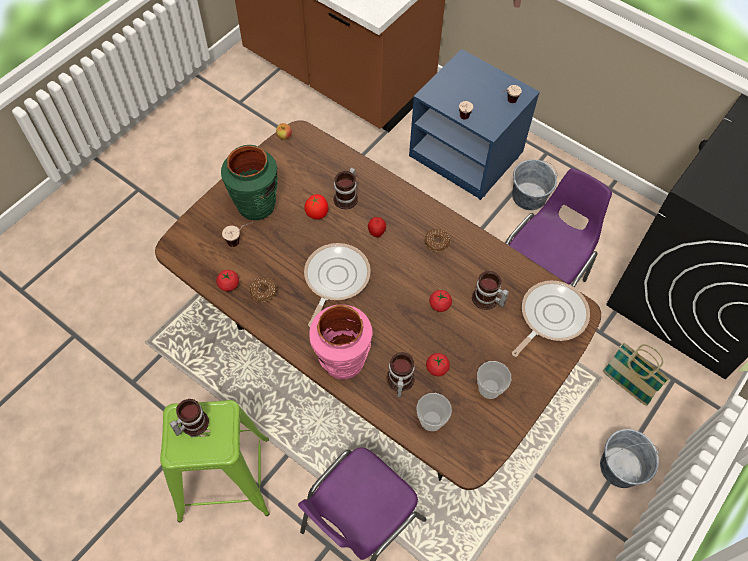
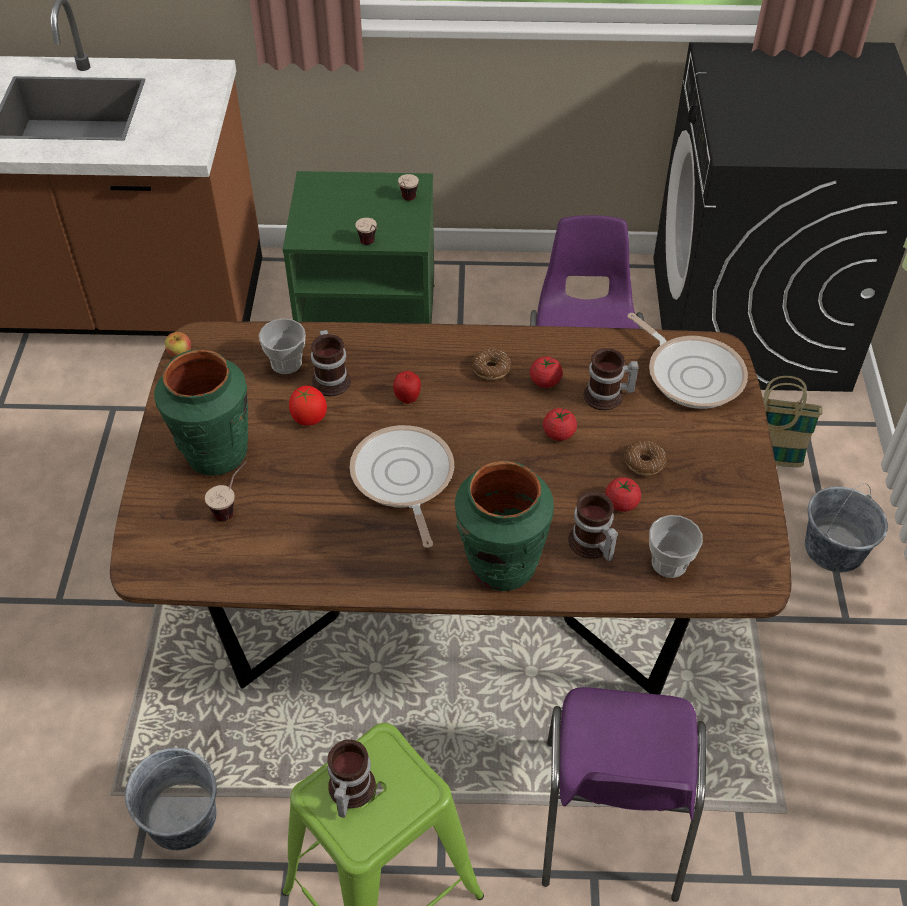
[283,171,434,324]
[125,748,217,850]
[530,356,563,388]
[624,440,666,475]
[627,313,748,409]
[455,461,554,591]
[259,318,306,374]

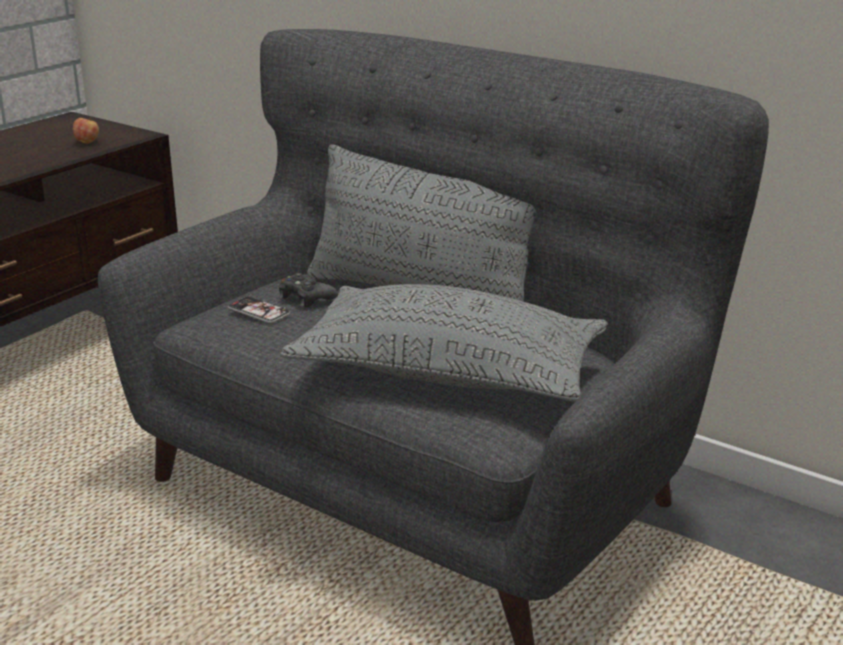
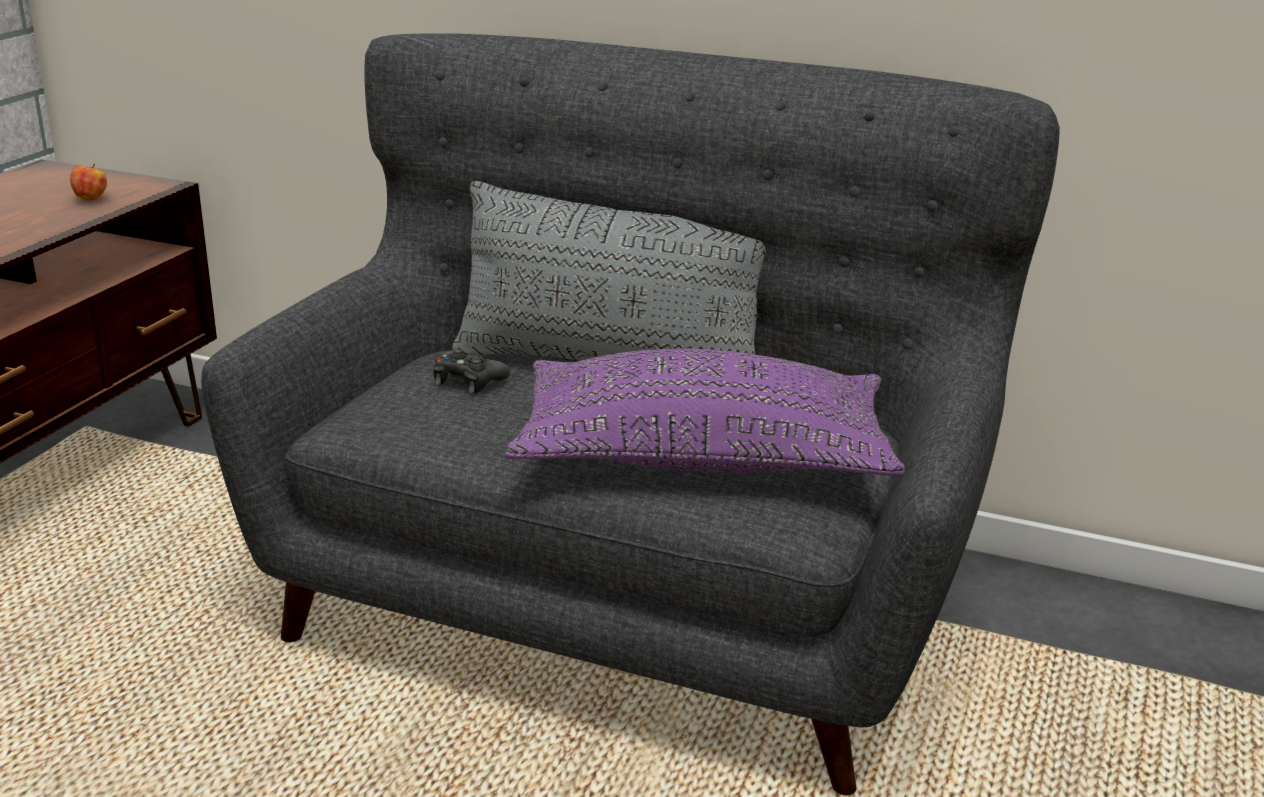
[505,349,905,477]
[228,296,290,323] (first image)

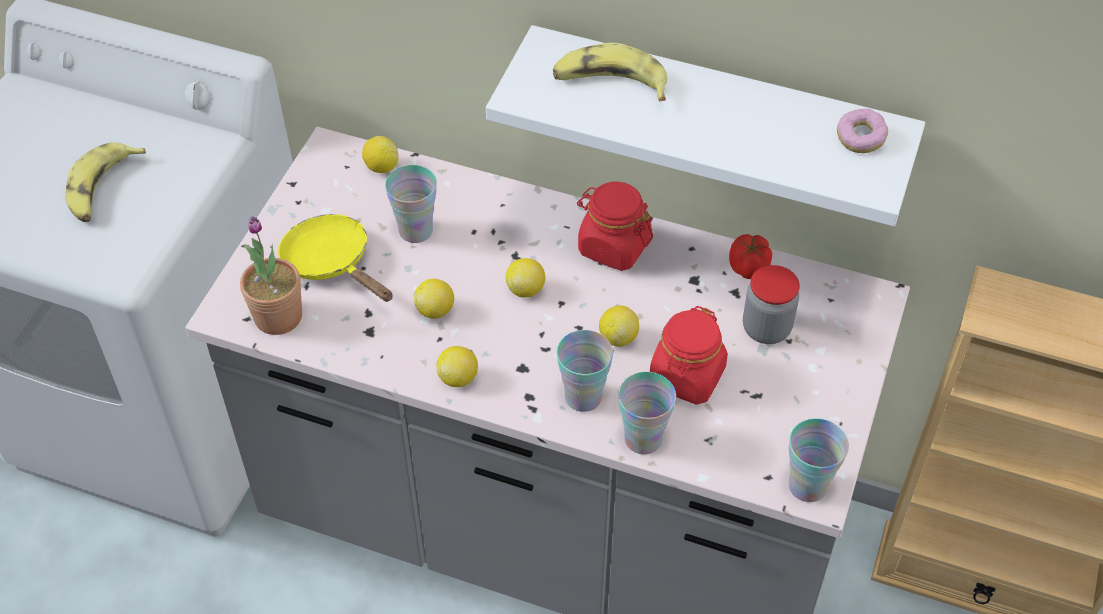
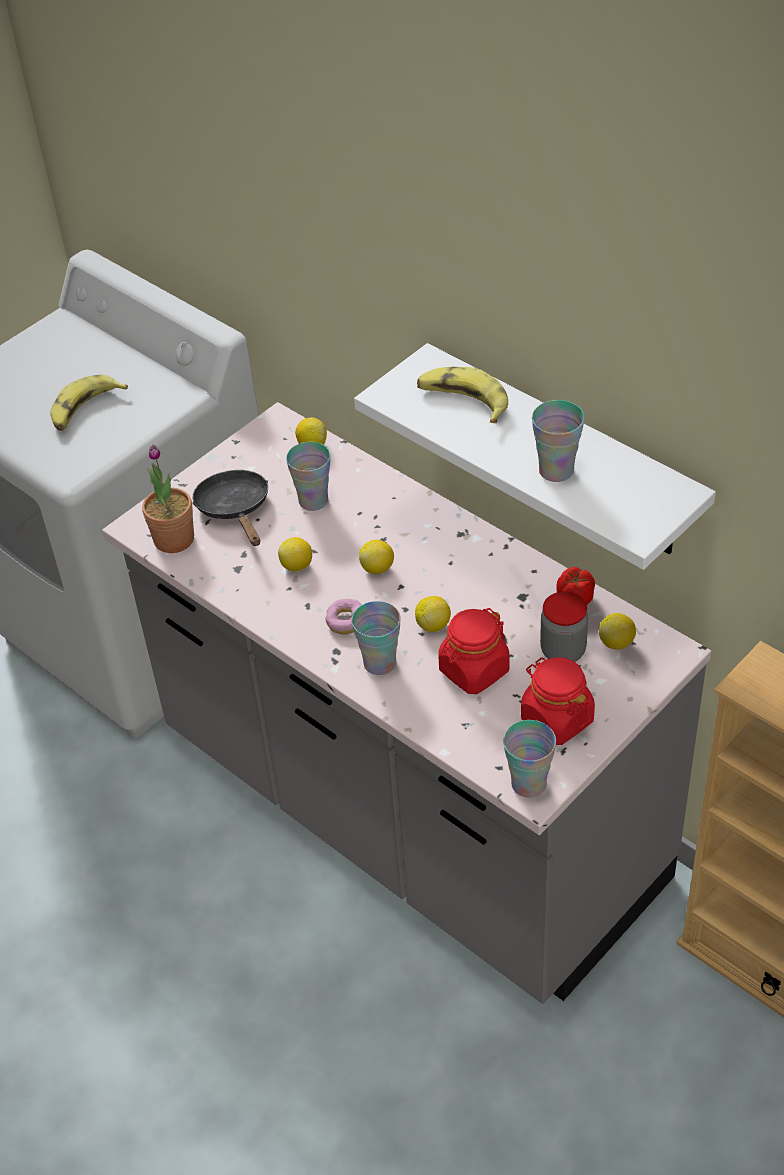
[325,599,361,634]
[521,657,595,745]
[192,470,268,546]
[599,613,636,650]
[532,400,584,482]

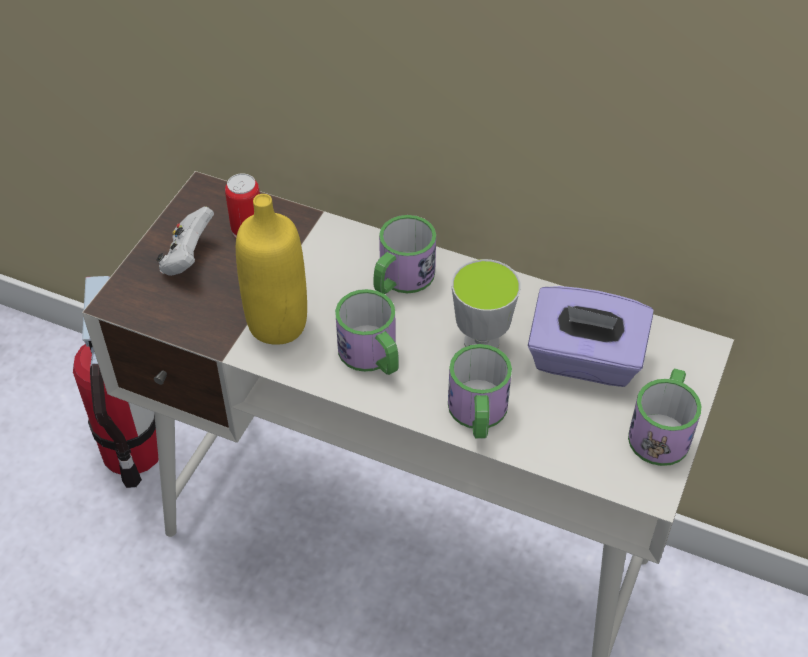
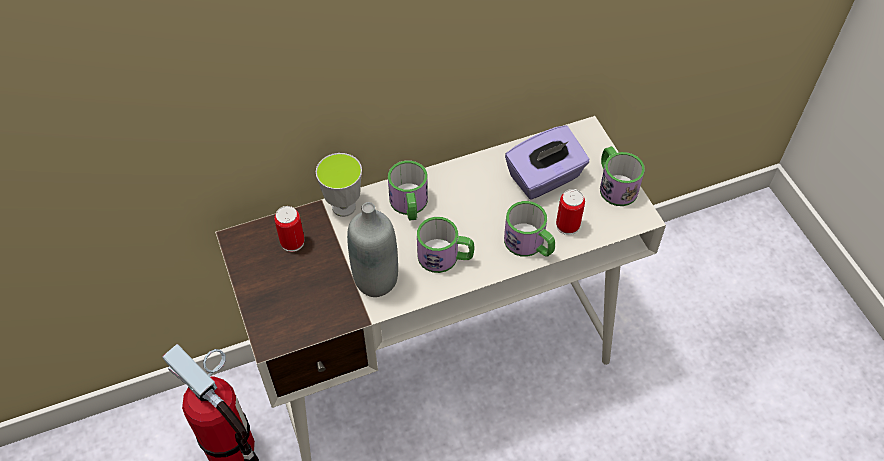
[347,202,398,297]
[156,206,214,276] (first image)
[316,153,362,217]
[556,189,585,235]

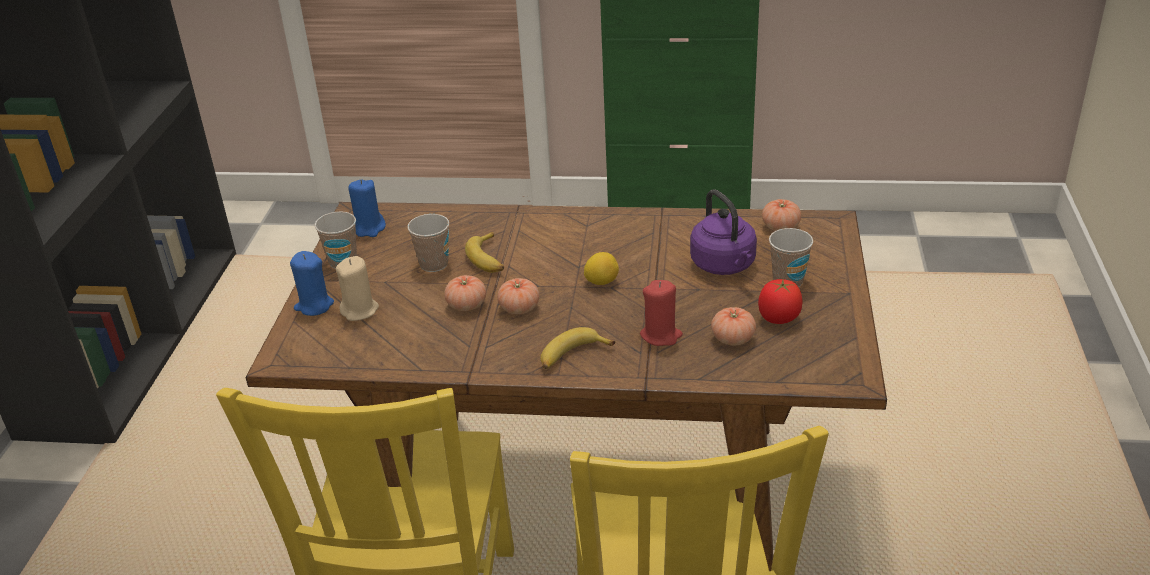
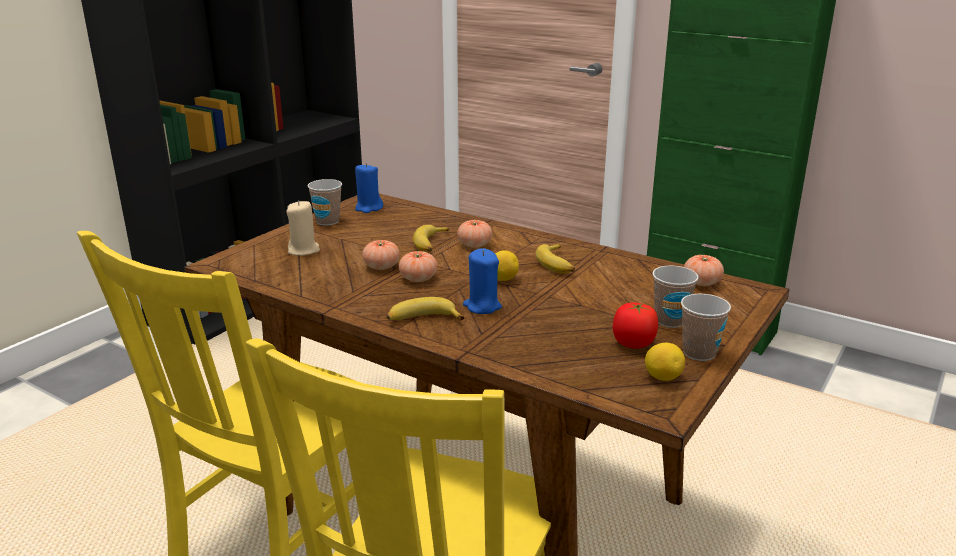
[690,189,757,275] (first image)
[681,294,731,361]
[463,248,502,314]
[640,280,683,346] (first image)
[457,220,492,248]
[535,244,575,273]
[645,343,685,381]

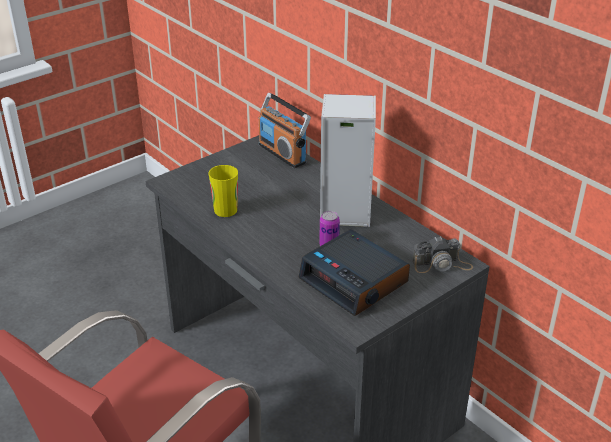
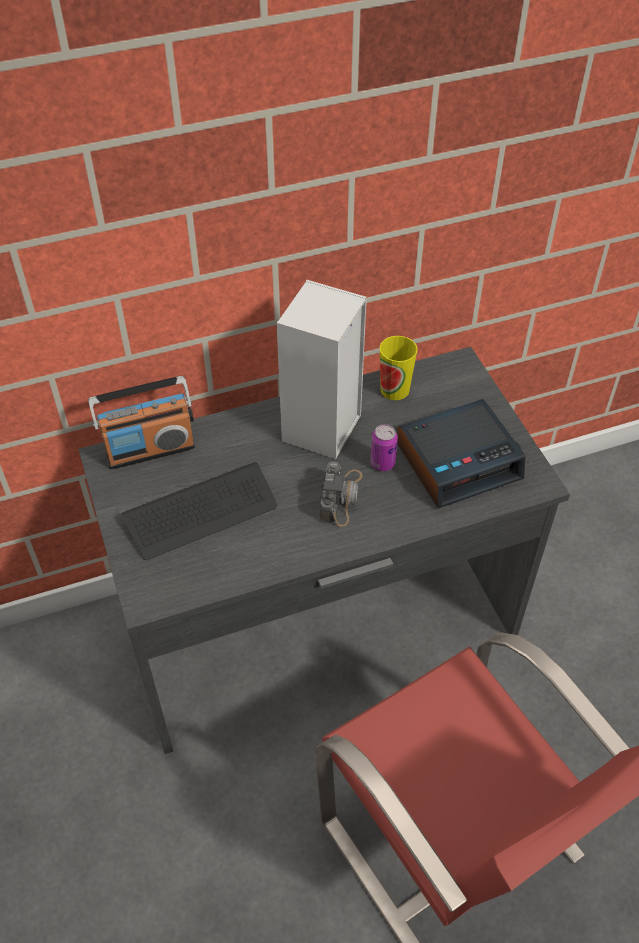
[380,336,418,400]
[320,461,363,527]
[121,462,277,560]

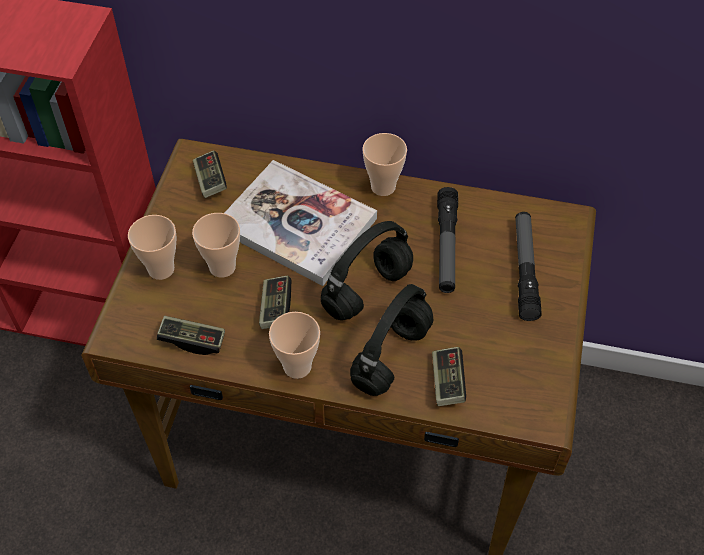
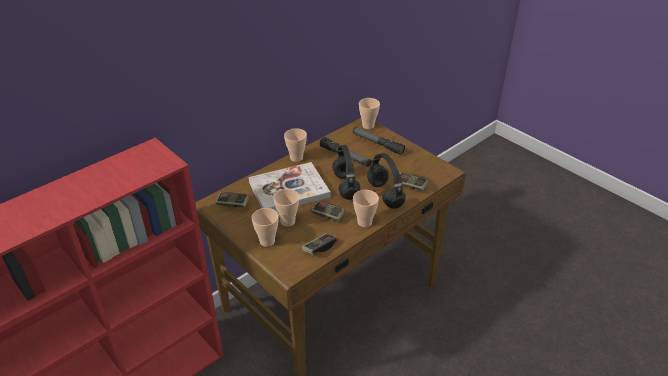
[359,98,380,129]

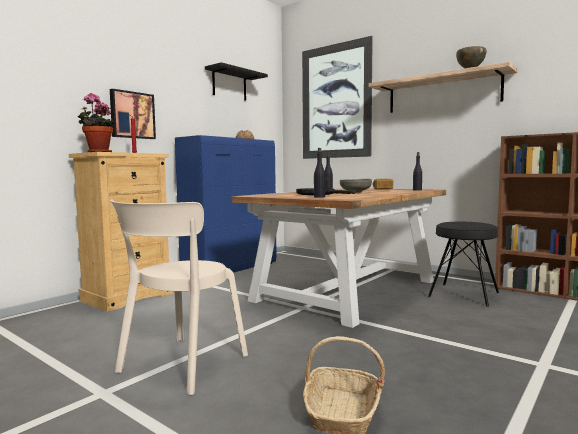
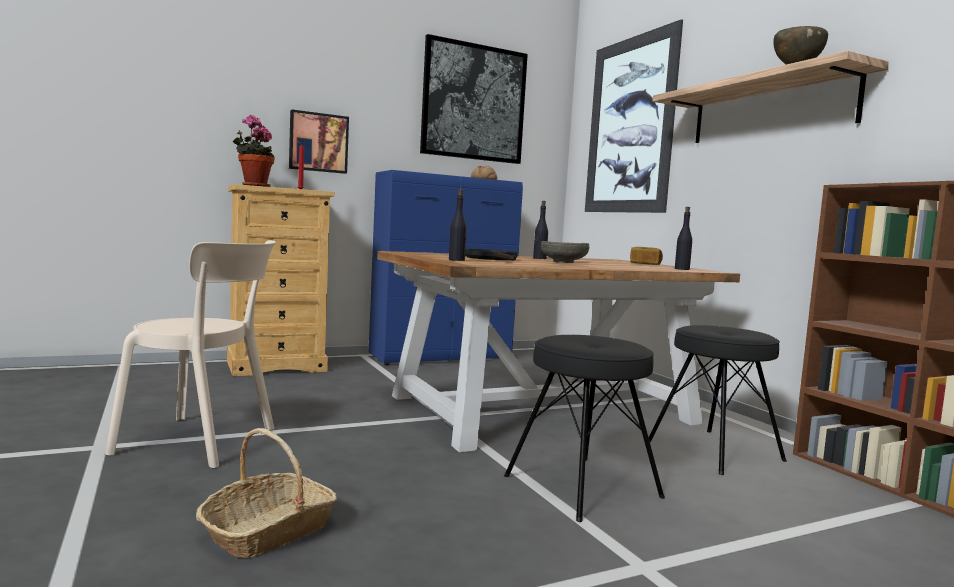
[420,34,528,164]
[105,240,276,468]
[504,335,665,522]

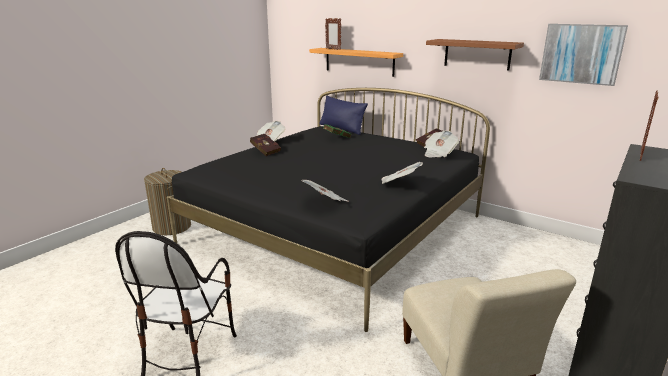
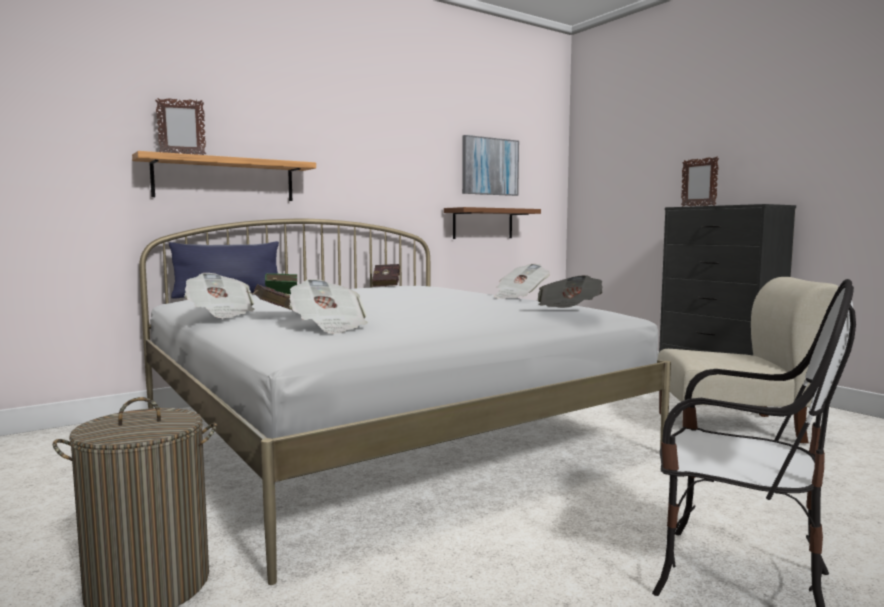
[444,207,541,239]
[139,219,671,585]
[289,279,368,334]

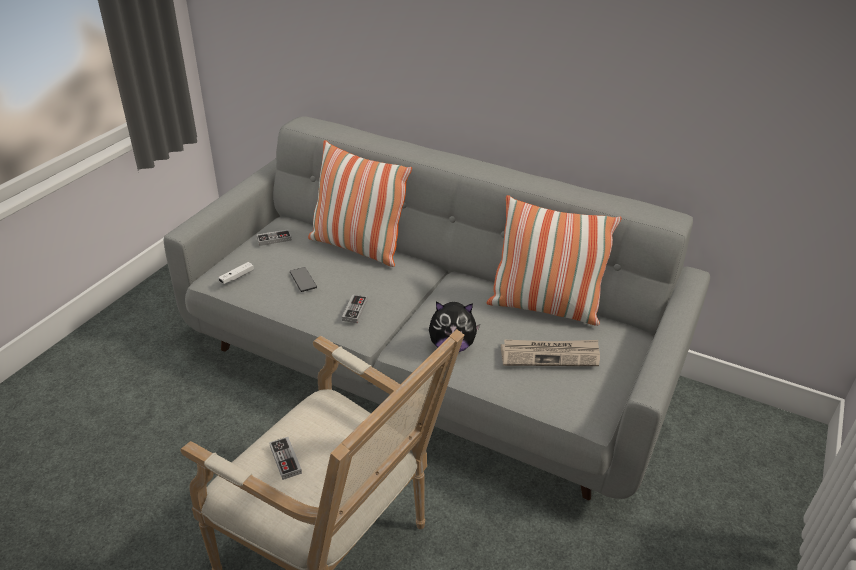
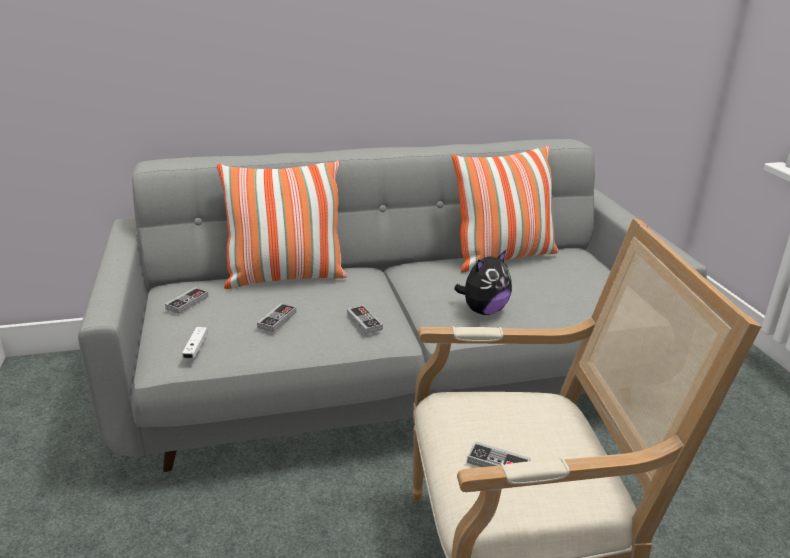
[257,303,297,332]
[501,340,600,366] (first image)

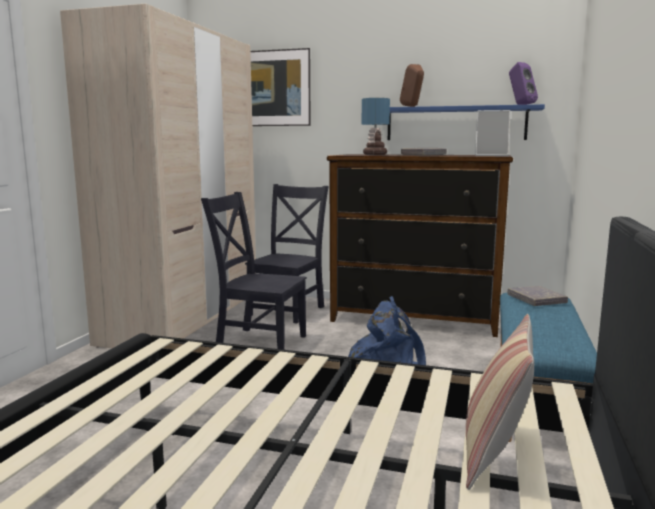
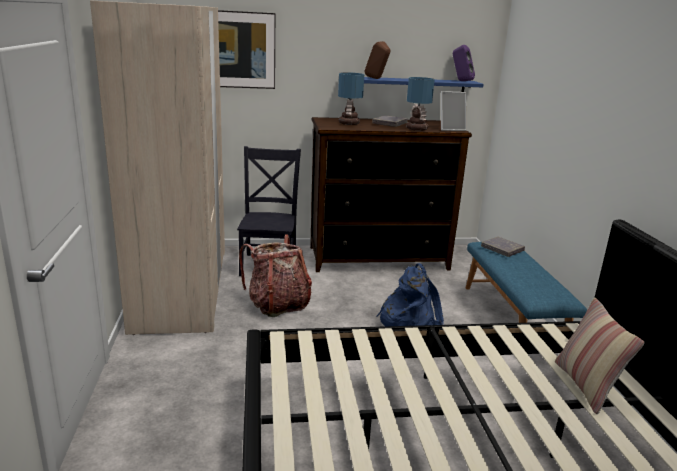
[239,234,312,317]
[406,77,435,131]

